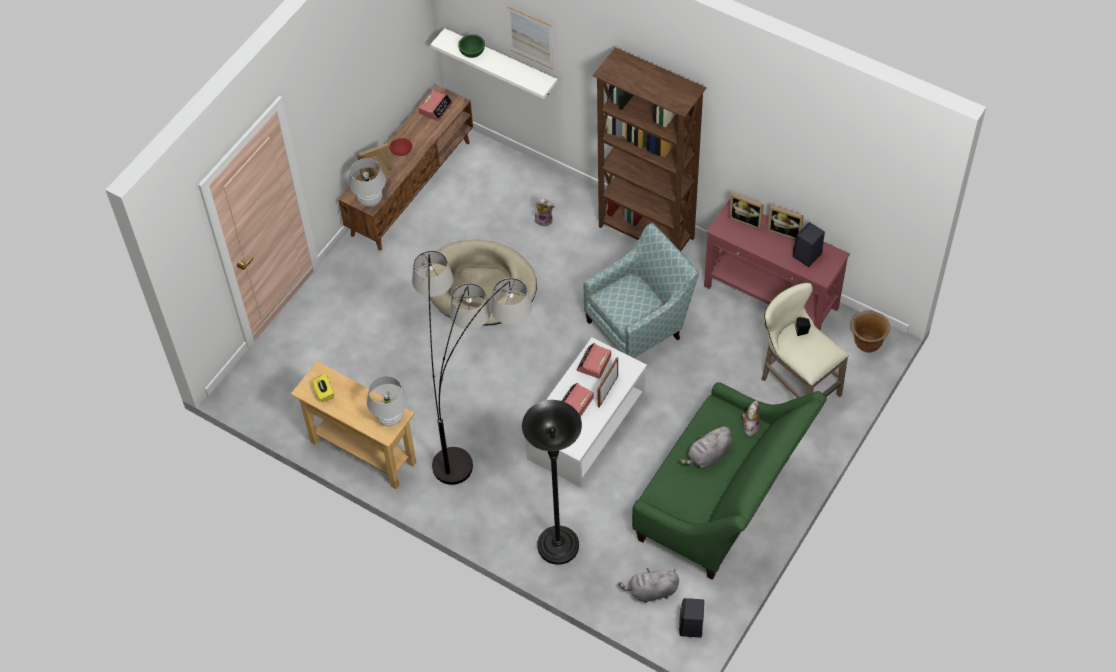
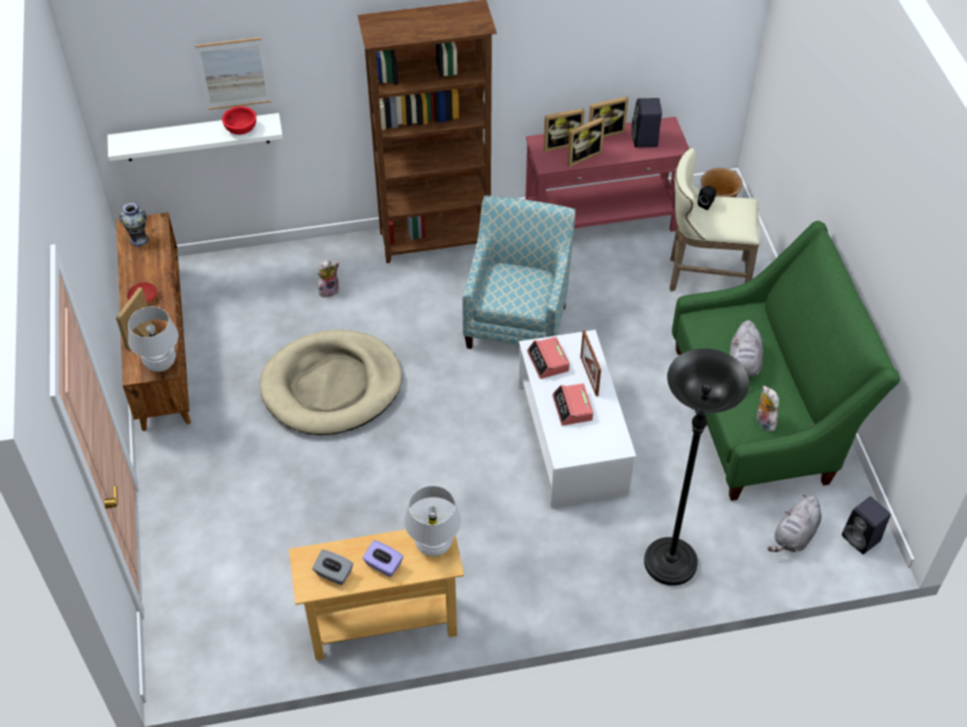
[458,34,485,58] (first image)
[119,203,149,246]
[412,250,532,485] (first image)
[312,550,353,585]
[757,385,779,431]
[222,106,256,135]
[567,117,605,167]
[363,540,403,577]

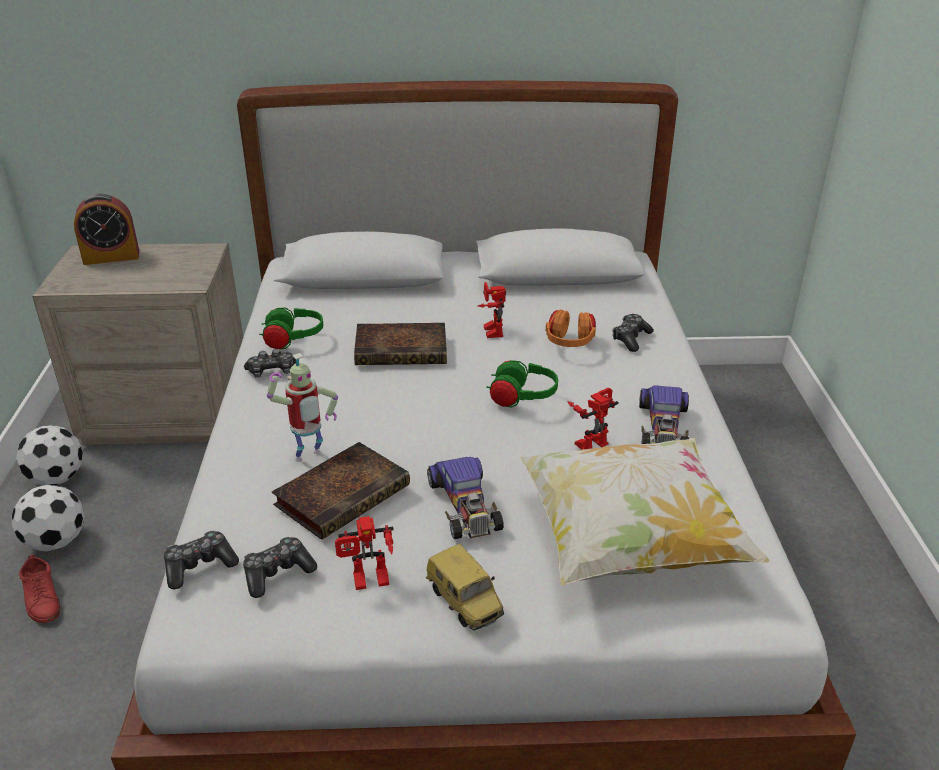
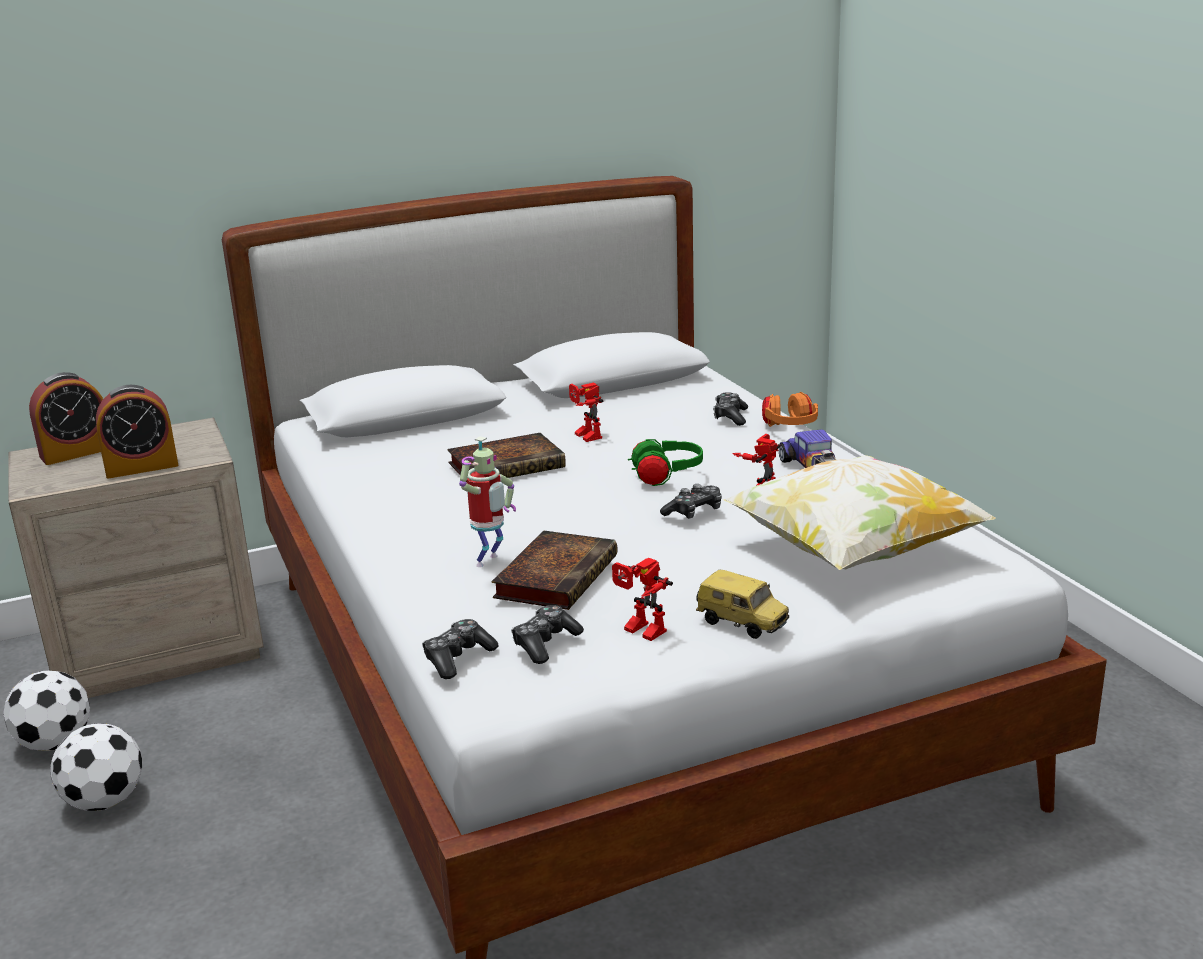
[259,308,323,349] (first image)
[762,392,818,427]
[660,484,722,519]
[427,457,504,539] (first image)
[612,558,673,641]
[19,554,60,623] (first image)
[96,385,179,479]

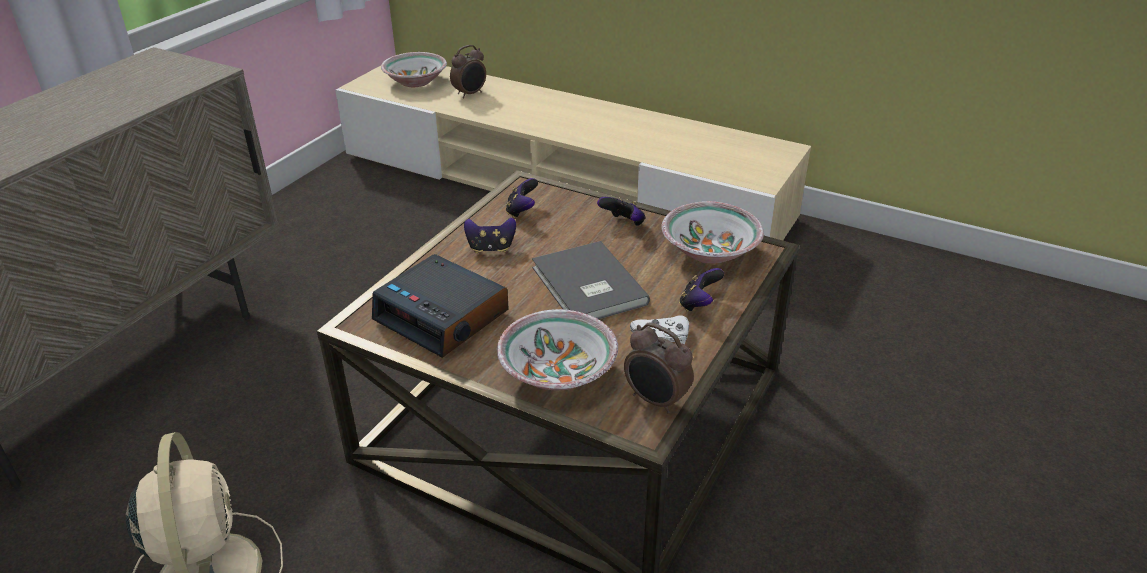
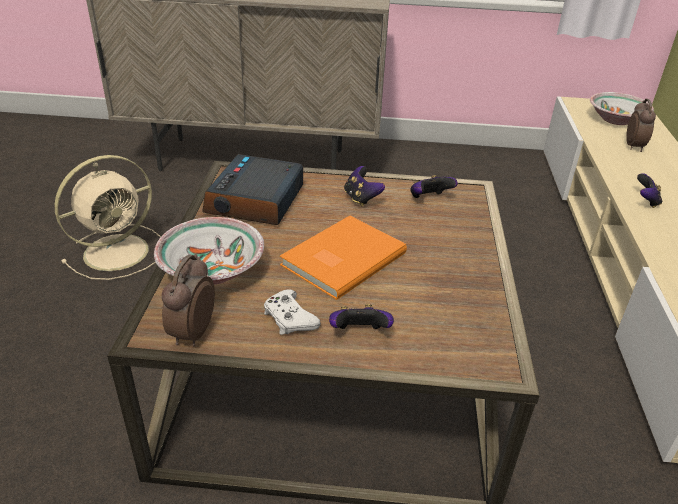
[626,99,656,152]
[637,173,663,208]
[661,201,764,264] (first image)
[280,216,407,300]

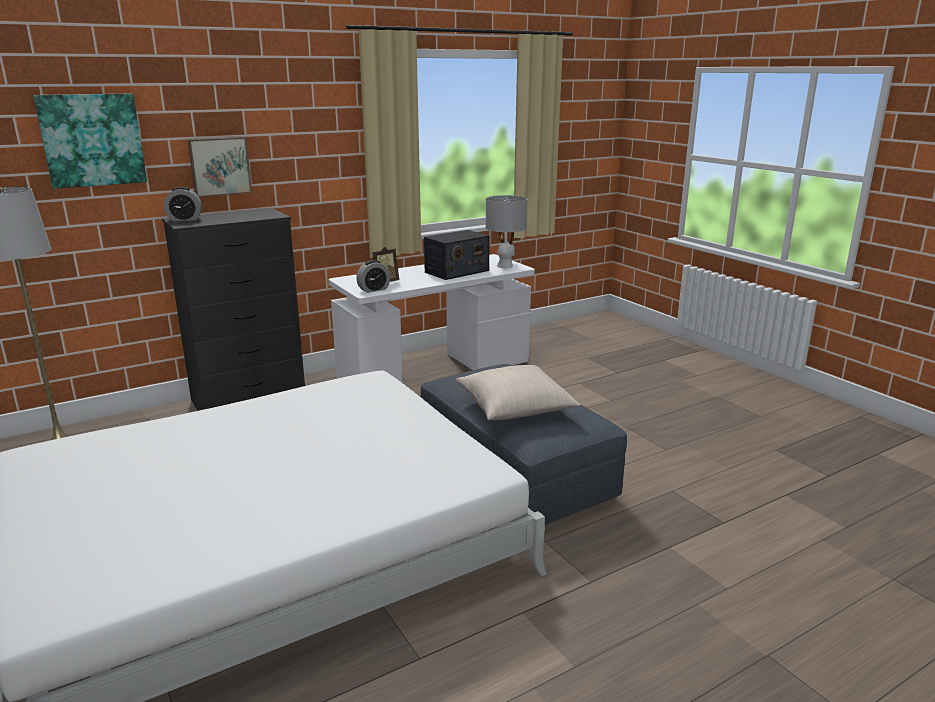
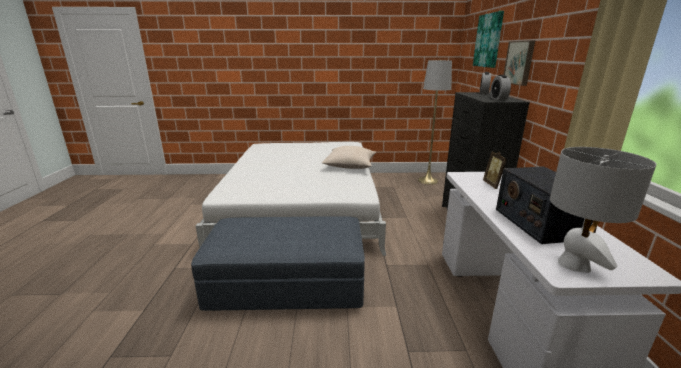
[490,75,511,100]
[322,146,376,169]

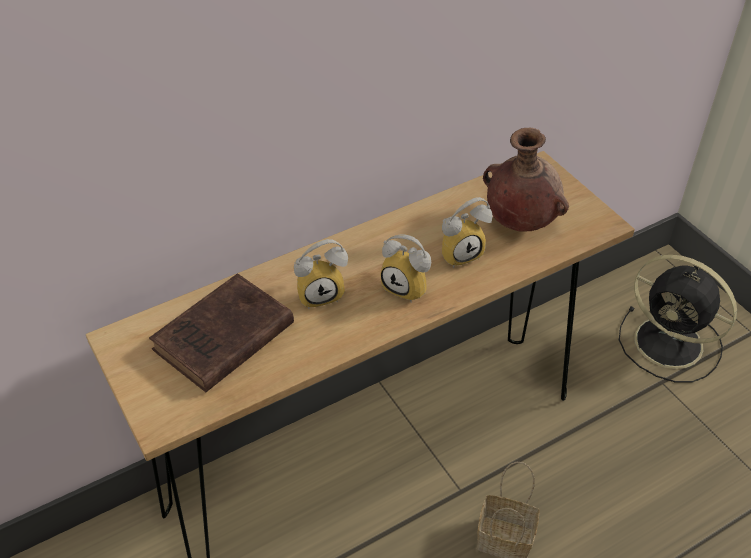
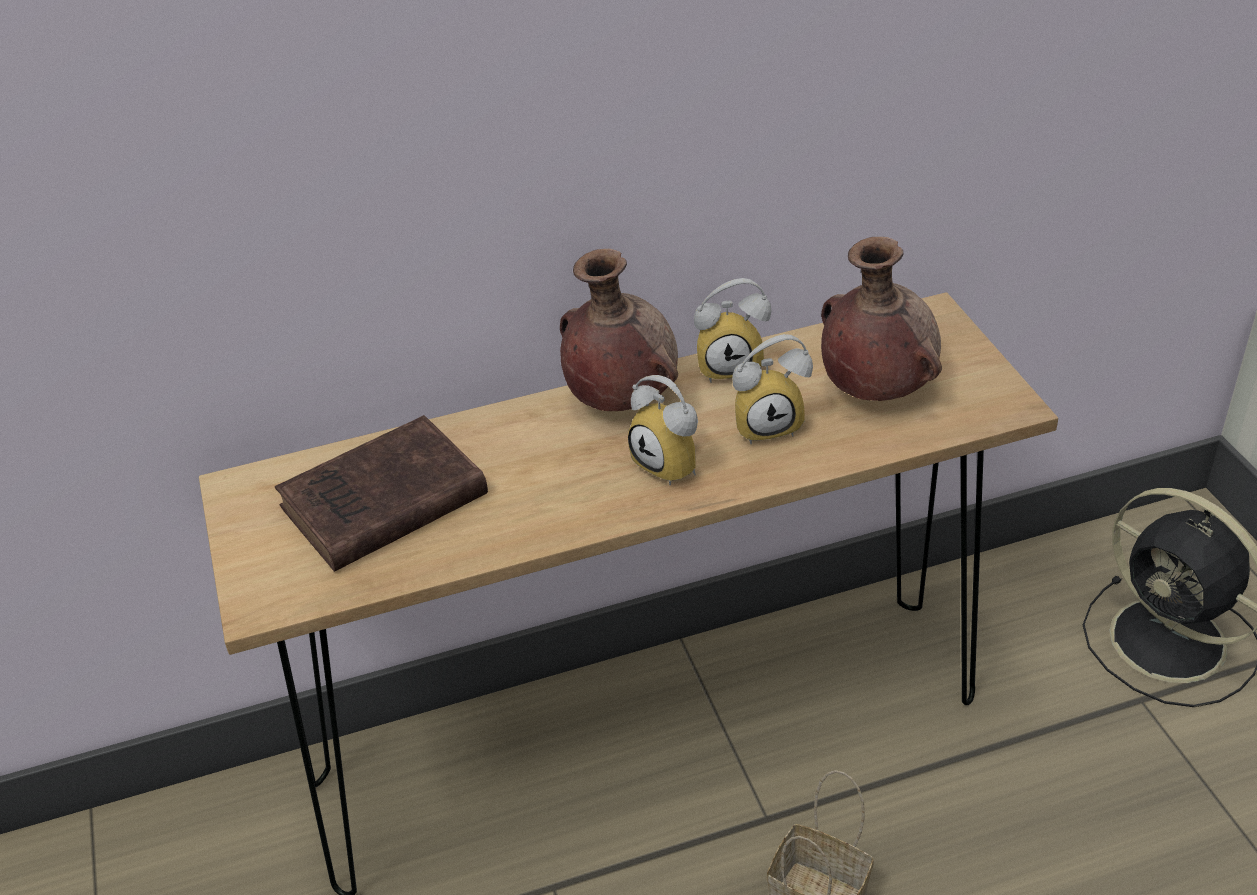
[694,278,772,383]
[560,249,678,411]

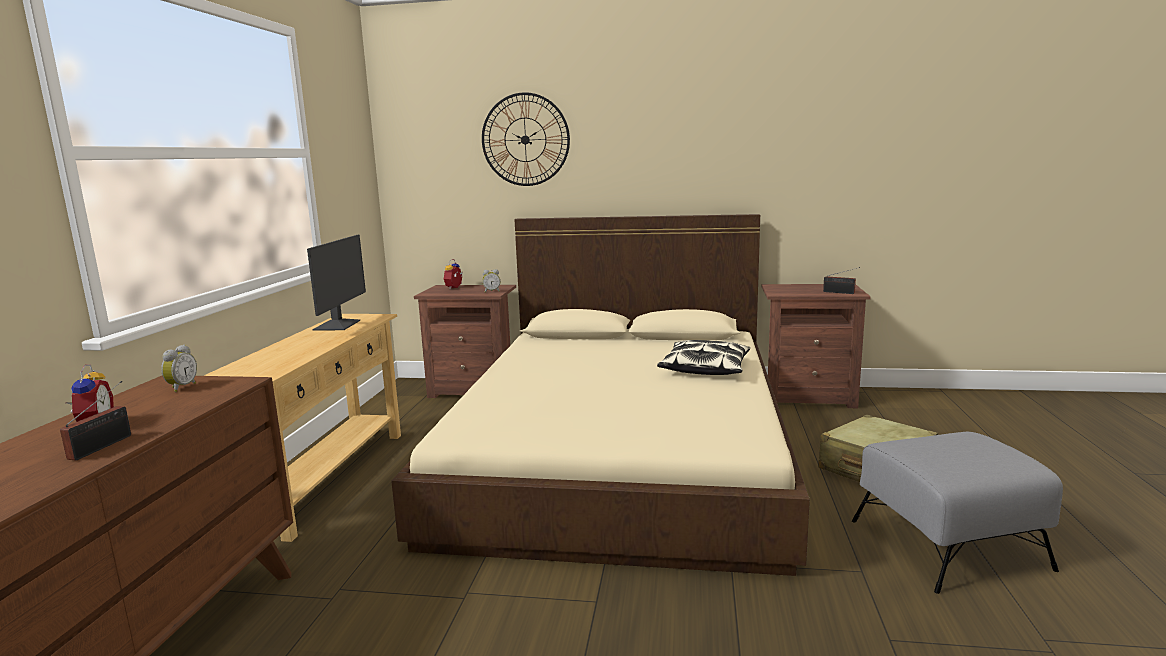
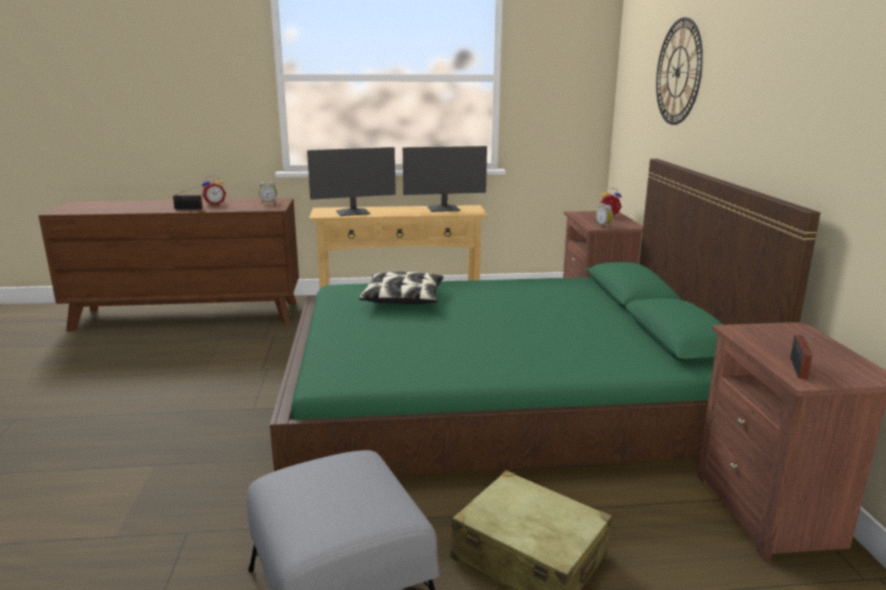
[270,159,820,475]
[359,272,444,304]
[307,147,396,216]

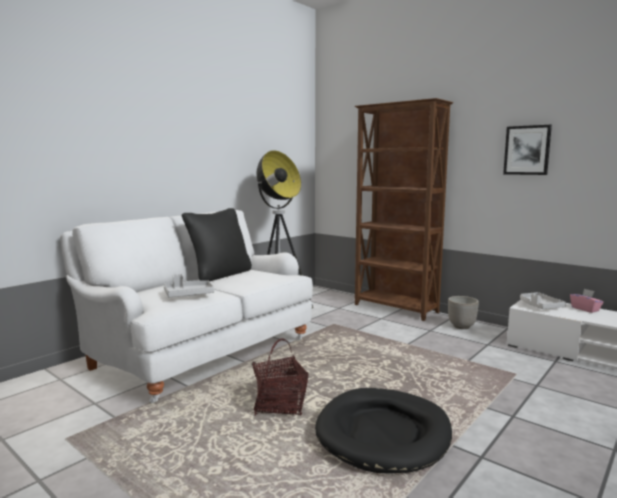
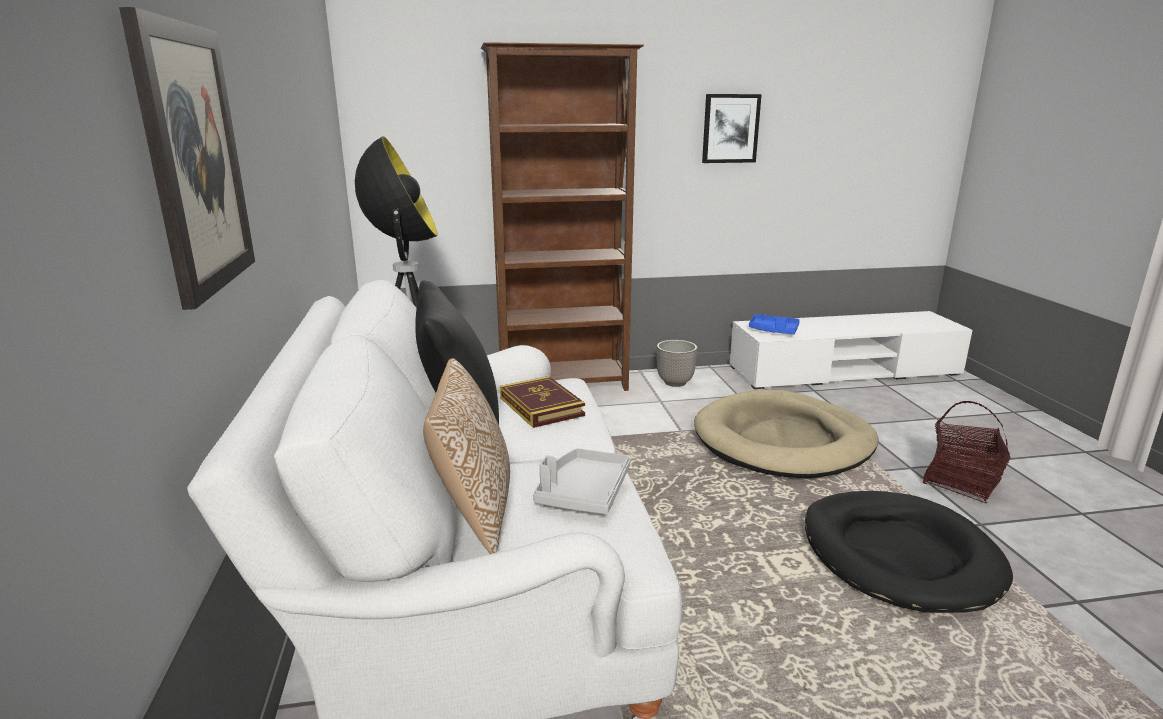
[570,289,604,313] (first image)
[749,314,800,334]
[923,401,1011,503]
[119,7,255,310]
[423,358,510,554]
[500,376,585,428]
[694,390,878,478]

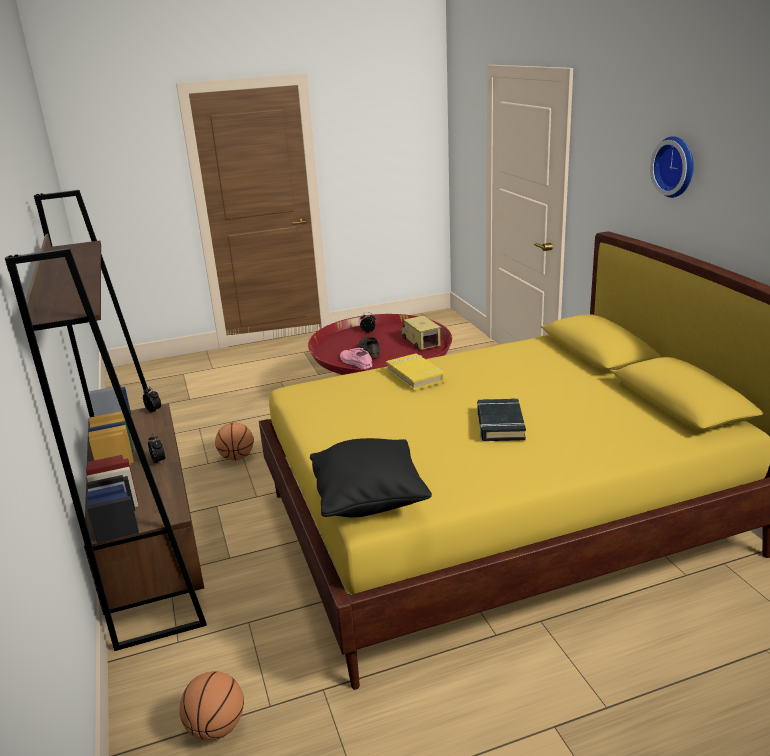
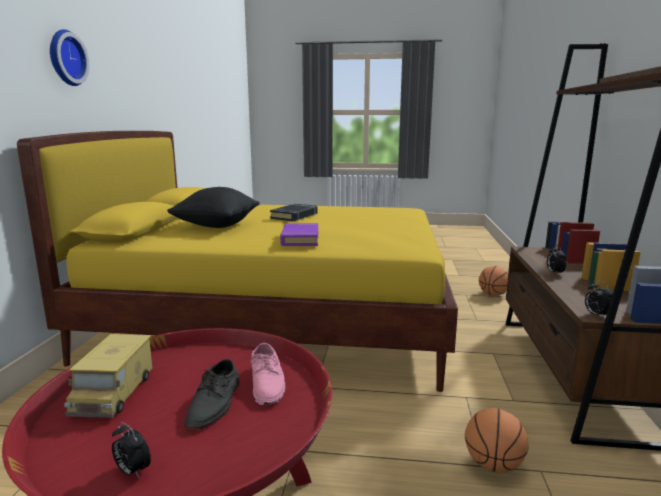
[280,223,318,246]
[167,187,260,228]

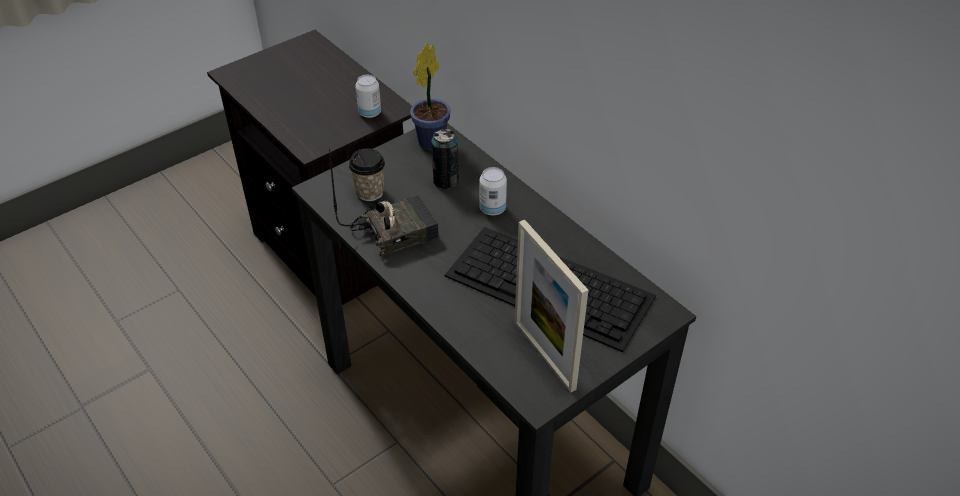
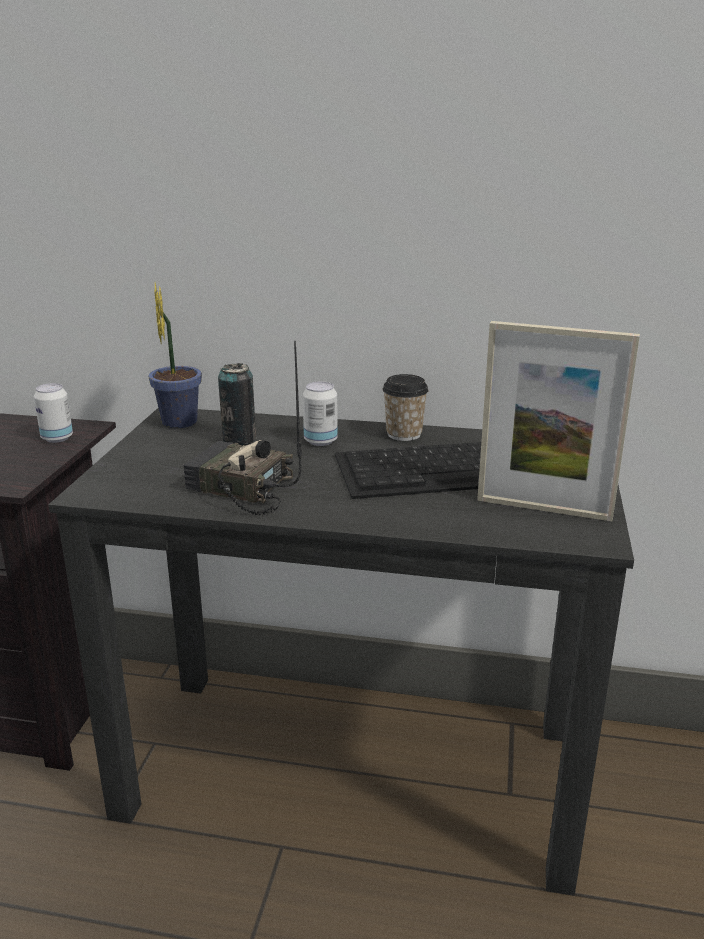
[183,341,302,515]
[382,374,428,441]

